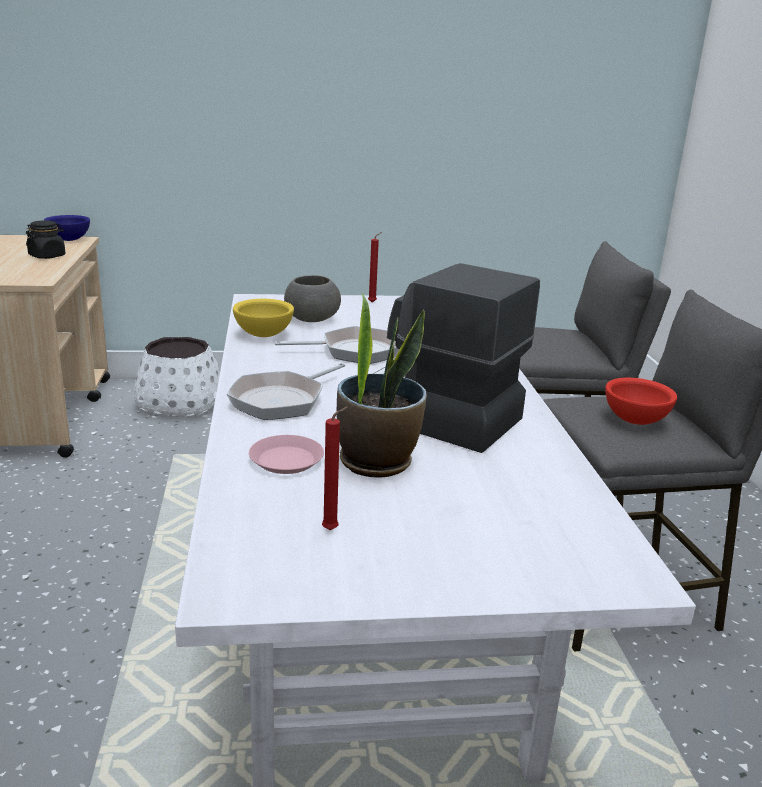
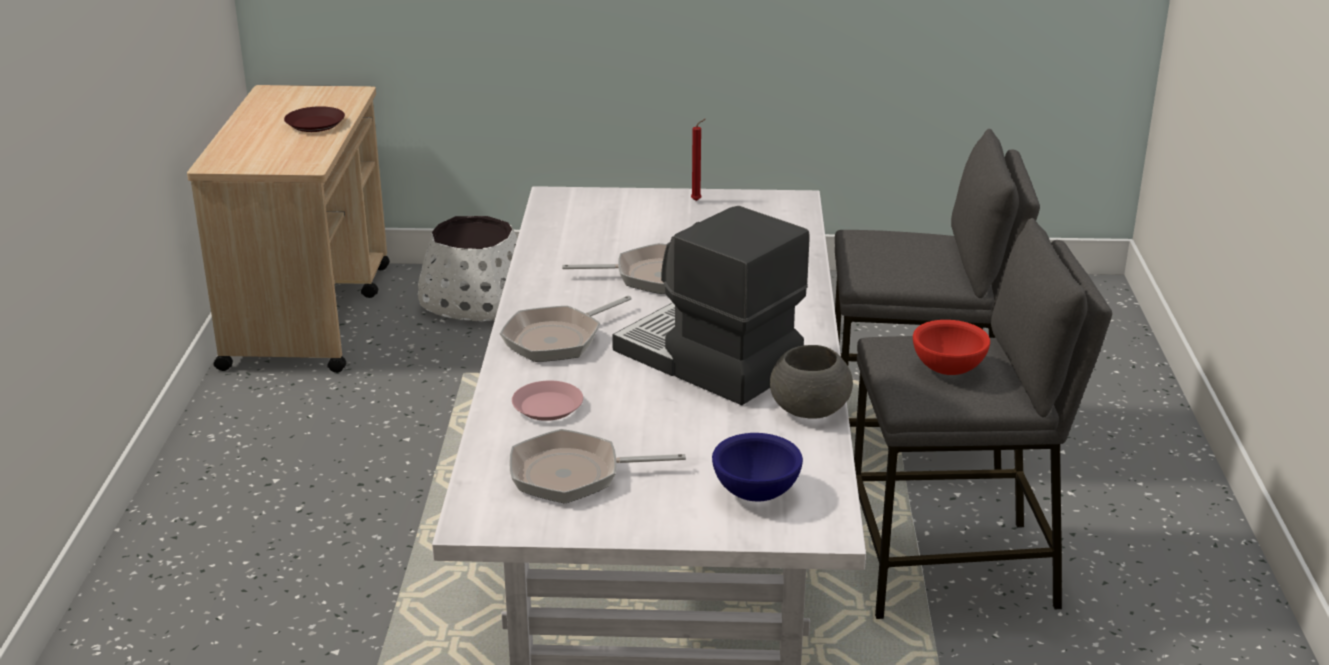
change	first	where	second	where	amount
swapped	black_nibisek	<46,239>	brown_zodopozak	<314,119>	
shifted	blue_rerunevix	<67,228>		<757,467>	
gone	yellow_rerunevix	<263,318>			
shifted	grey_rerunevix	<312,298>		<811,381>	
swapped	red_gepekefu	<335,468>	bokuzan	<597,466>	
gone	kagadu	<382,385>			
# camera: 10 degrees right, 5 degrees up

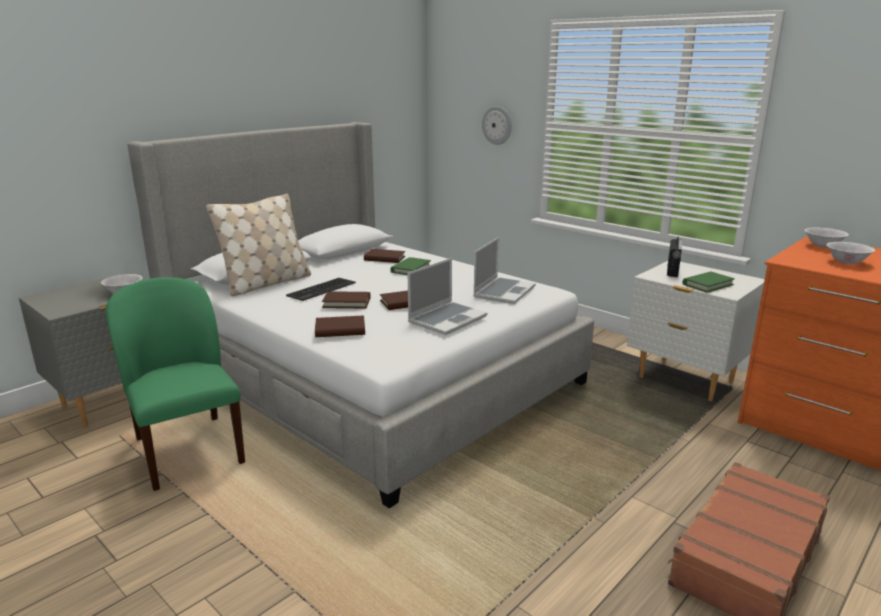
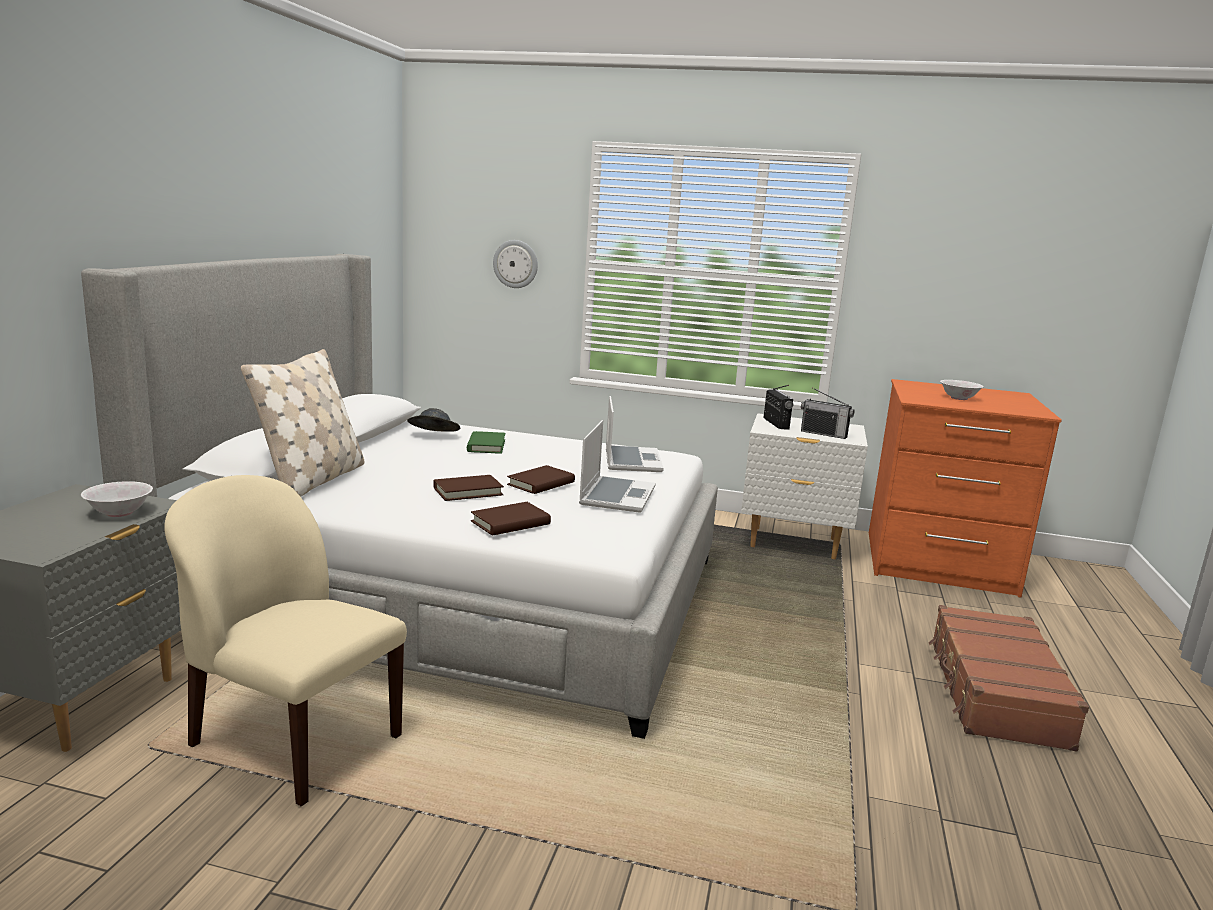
change	first	where	second	where	amount
repainted	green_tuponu	<175,384>	beige_tuponu	<285,640>	
gone	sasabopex	<321,289>			
swapped	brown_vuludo	<384,256>	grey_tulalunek	<434,420>	
swapped	green_vuludo	<709,282>	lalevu	<828,413>	
gone	white_rerunevix	<827,237>			
# camera: 30 degrees left, 5 degrees down

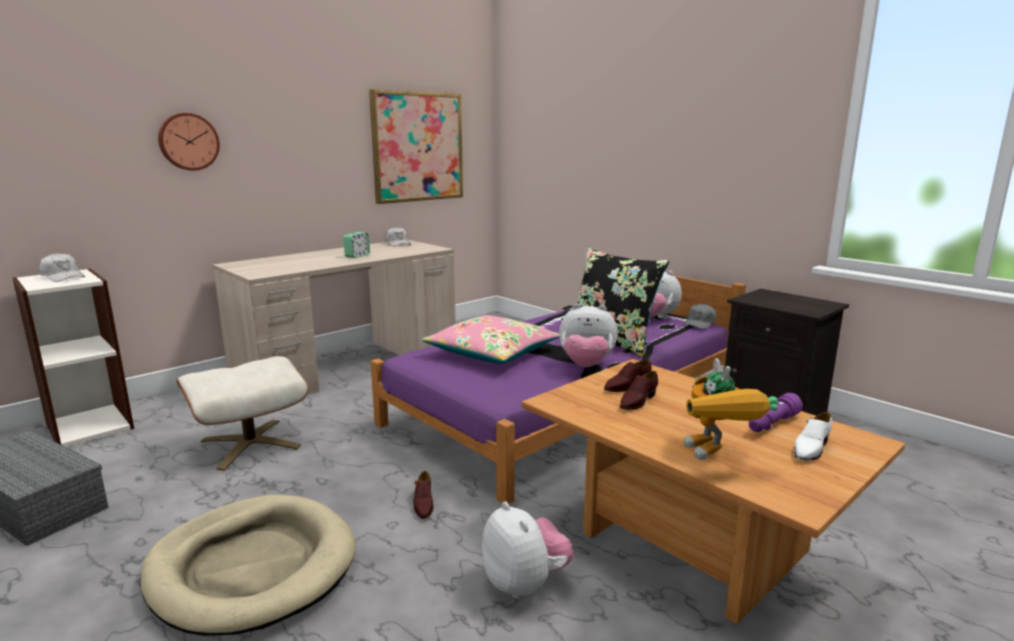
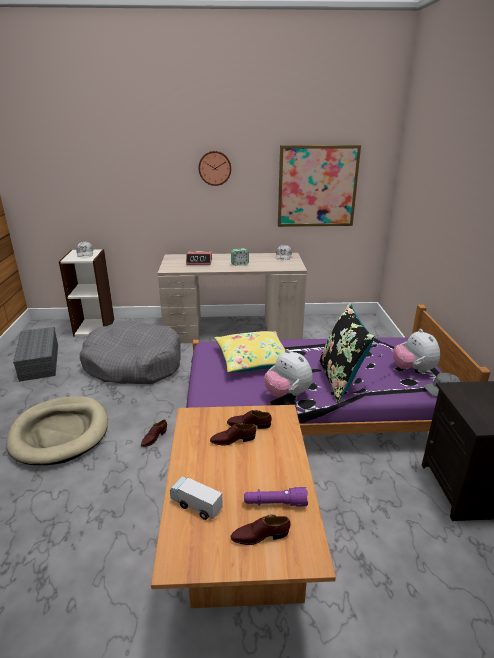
change	first	where	second	where	amount
shifted	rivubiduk	<189,142>		<214,168>	
swapped	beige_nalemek	<242,413>	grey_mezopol	<130,352>	
repainted	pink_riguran	<491,339>	yellow_riguran	<249,352>	
gone	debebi	<527,550>			
swapped	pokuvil	<731,409>	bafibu	<196,498>	
repainted	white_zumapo	<813,436>	brown_zumapo	<260,529>	
new			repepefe	<199,258>	
# camera: 40 degrees right, 10 degrees up

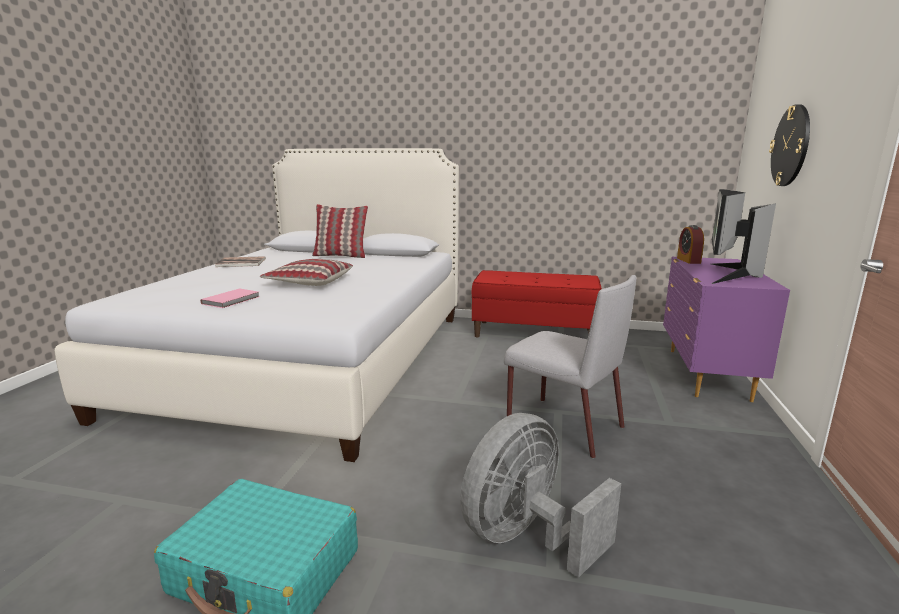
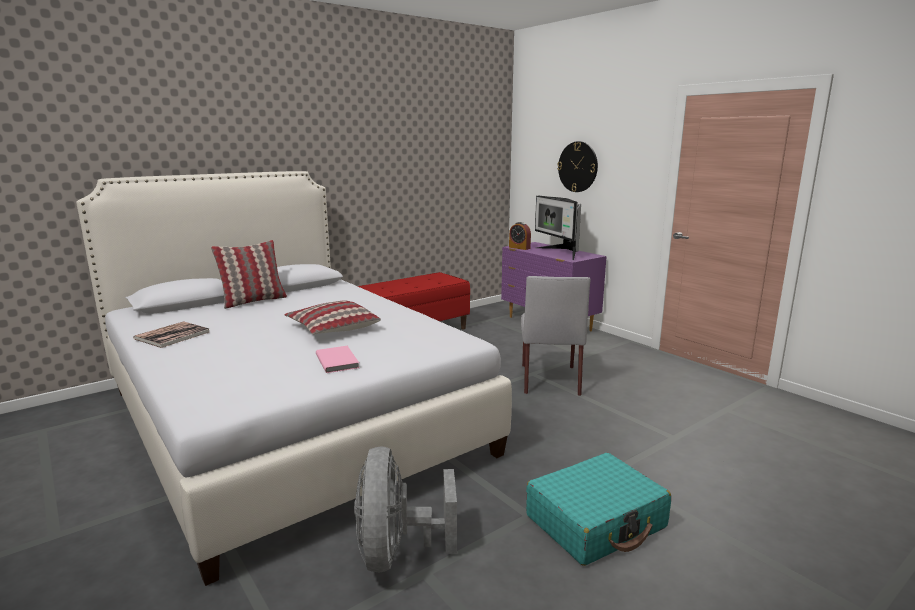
change	first	where	second	where	amount
shifted	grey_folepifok	<540,495>		<405,509>	
rotated	grey_tuponu	<570,366>		<555,336>	105 degrees clockwise
# camera: 50 degrees left, 0 degrees up

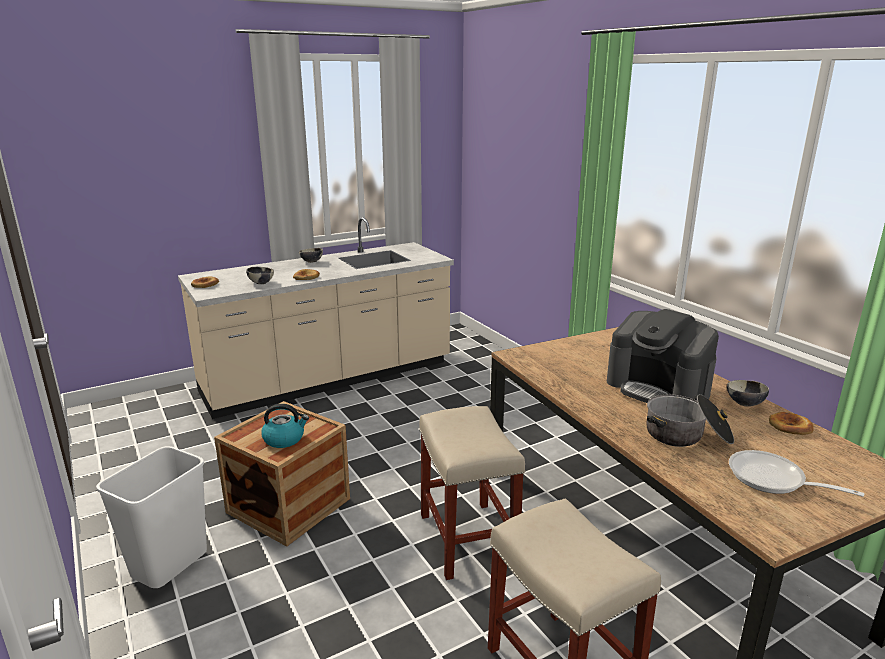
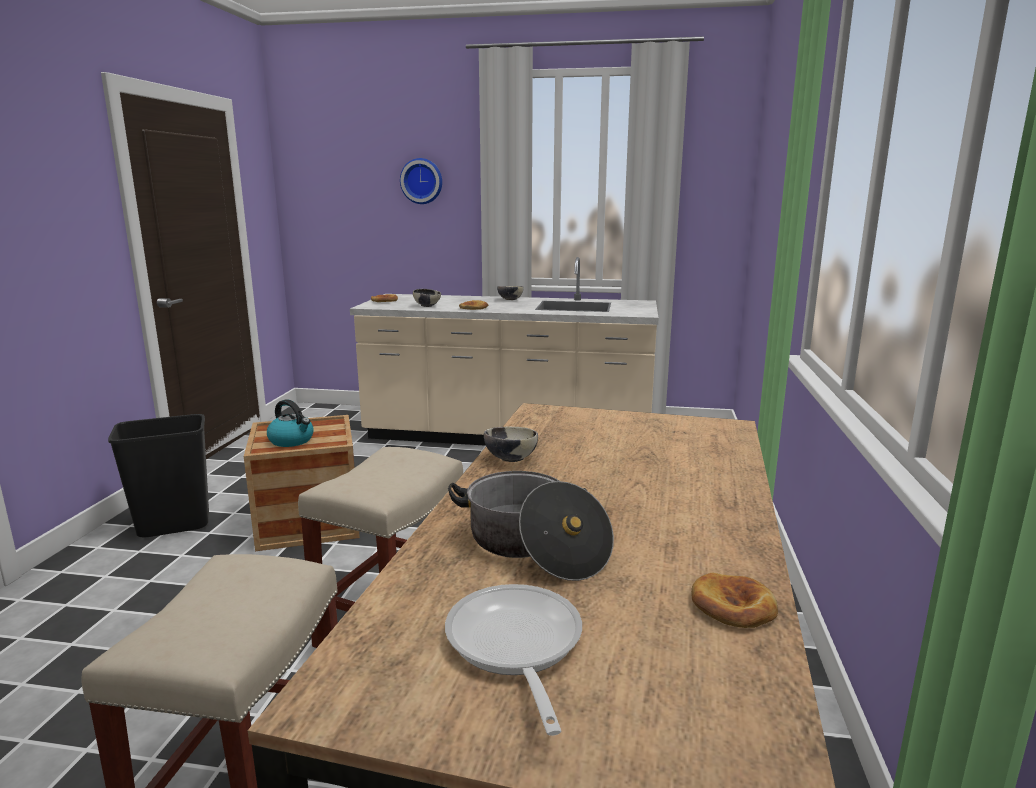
change	first	where	second	where	amount
repainted	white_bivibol	<151,517>	black_bivibol	<158,475>	
gone	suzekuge	<663,356>			
shifted	rerunevix	<748,393>		<511,444>	
new			rivubiduk	<421,181>	
# camera: 40 degrees right, 5 degrees down

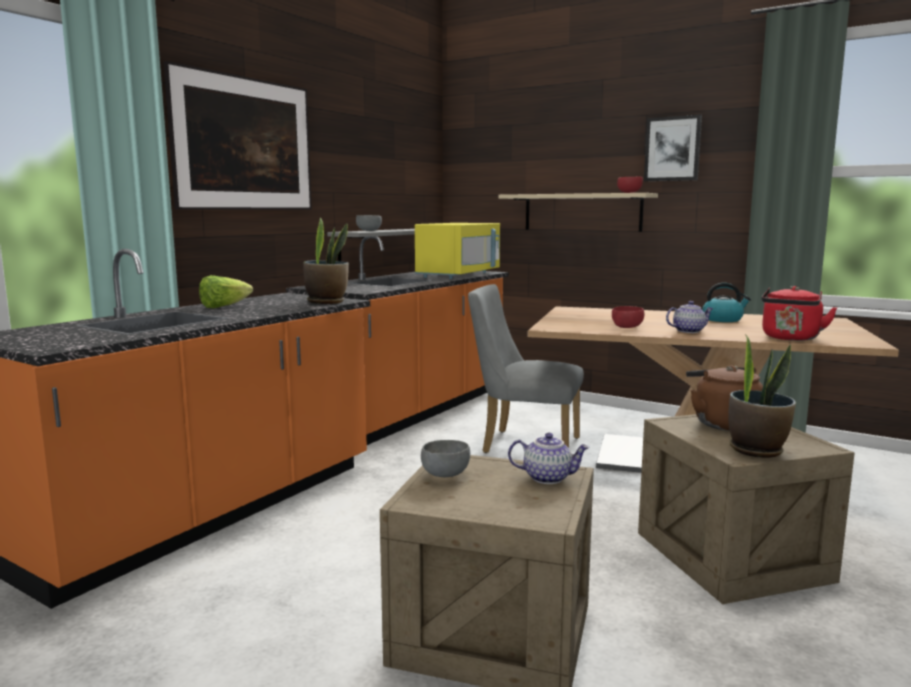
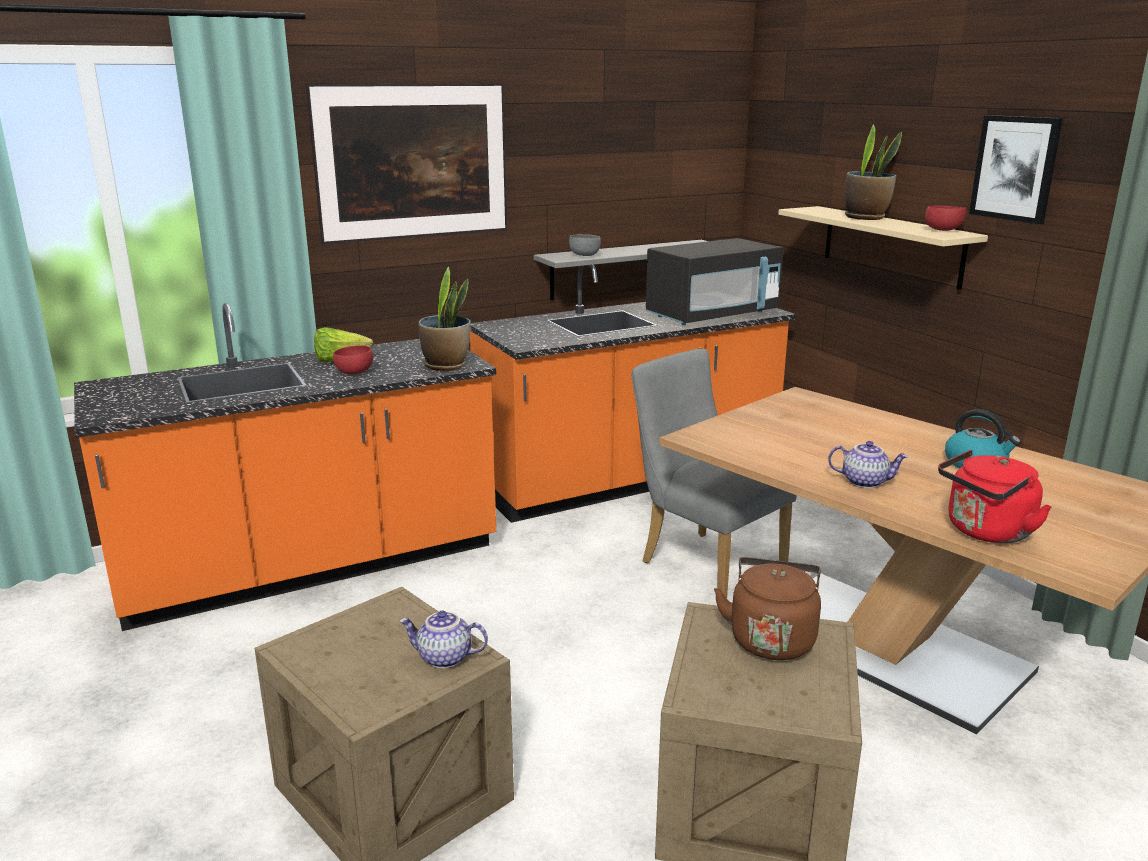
change	first	where	second	where	amount
repainted	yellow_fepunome	<457,251>	black_fepunome	<715,281>	
gone	grey_rerunevix	<445,458>			
rotated	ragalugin	<549,458>		<443,639>	150 degrees clockwise
shifted	red_rerunevix	<628,317>		<353,360>	
shifted	kagadu	<762,396>		<873,172>	
# camera: 30 degrees right, 10 degrees up

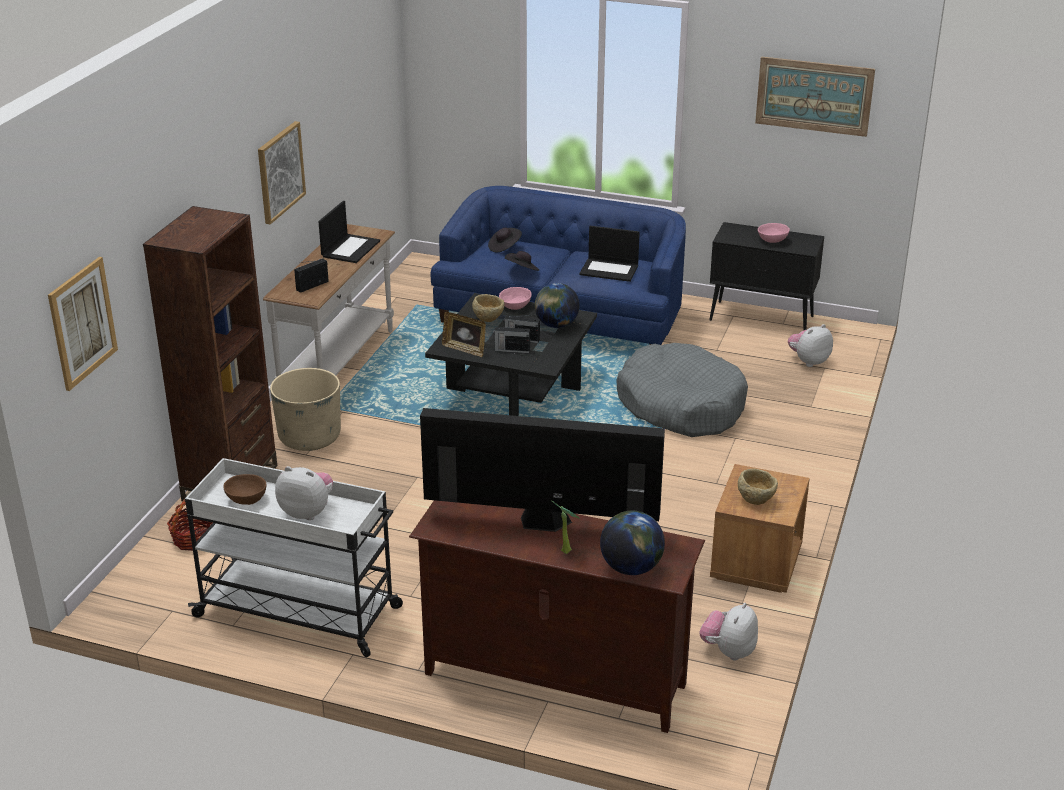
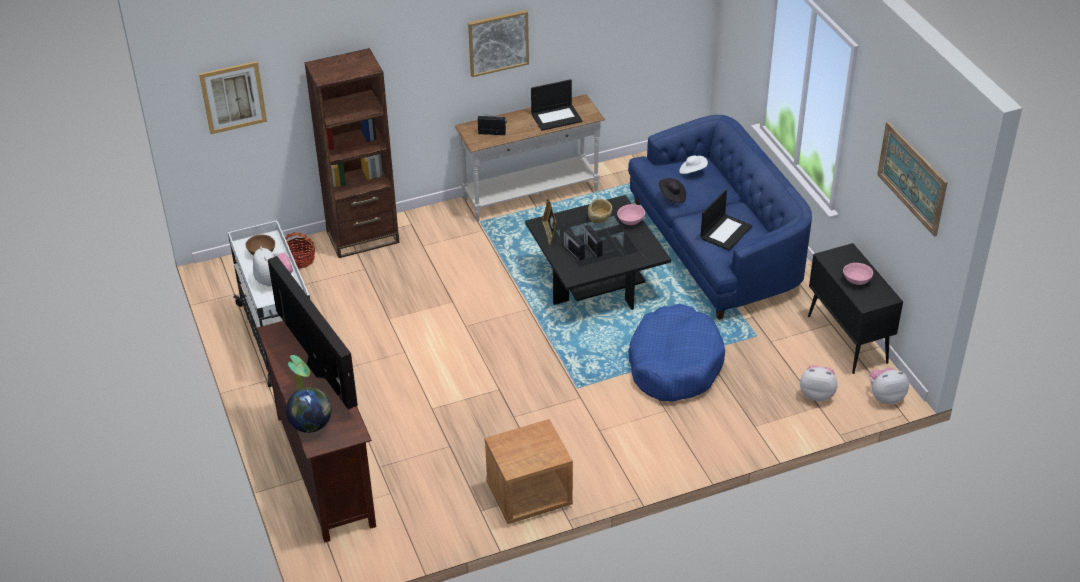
change	first	where	second	where	amount
gone	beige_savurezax	<305,409>			
repainted	black_tulalunek	<505,240>	white_tulalunek	<693,164>	
gone	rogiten	<557,305>			
rotated	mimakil	<609,254>		<726,220>	120 degrees counterclockwise
repainted	grey_mezopol	<682,390>	blue_mezopol	<676,353>	
shifted	debebi	<729,632>		<889,385>	
gone	beige_rerunevix	<758,486>			
# camera: 50 degrees right, 10 degrees up

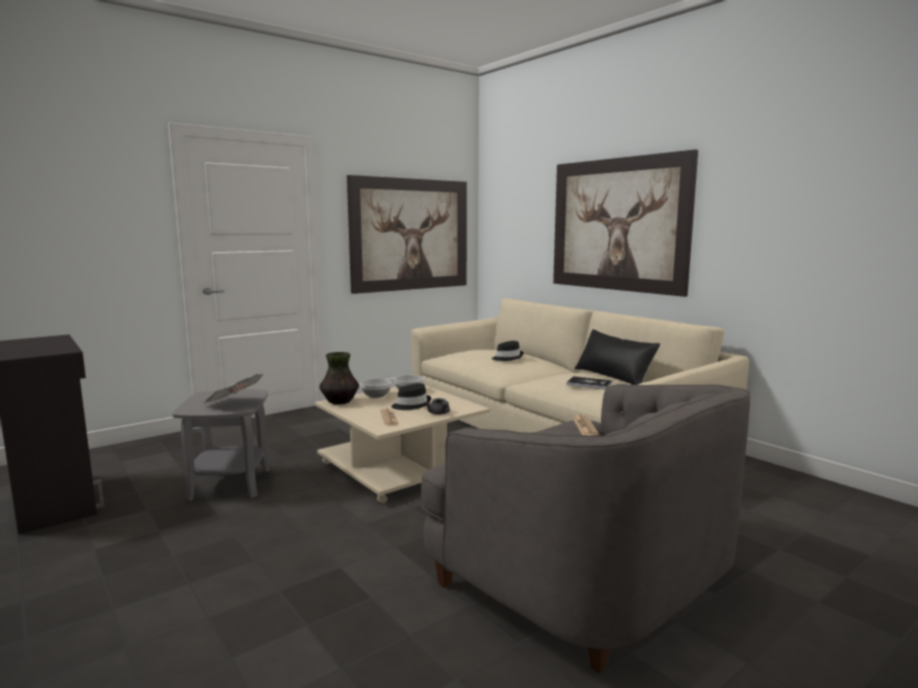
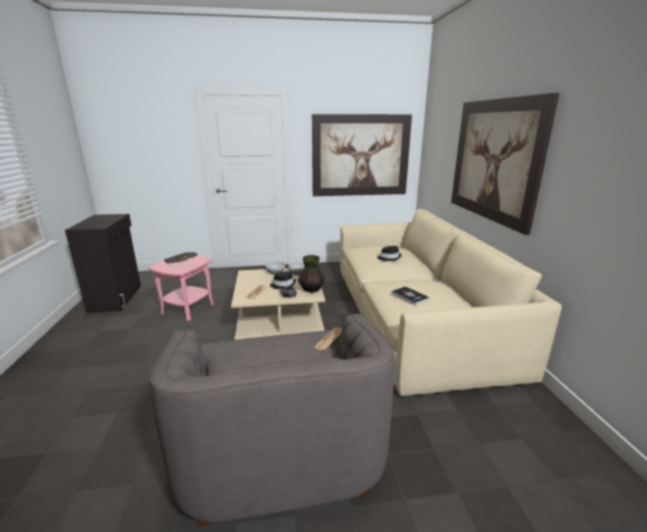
change	first	where	second	where	amount
repainted	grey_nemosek	<220,445>	pink_nemosek	<181,288>	
shifted	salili	<339,378>		<311,273>	
gone	black_riguran	<617,357>			
# camera: 30 degrees right, 10 degrees up

